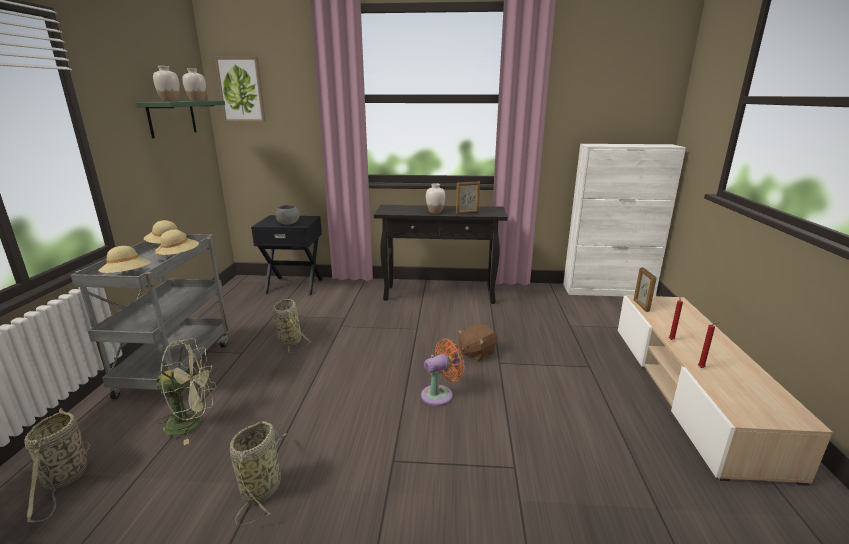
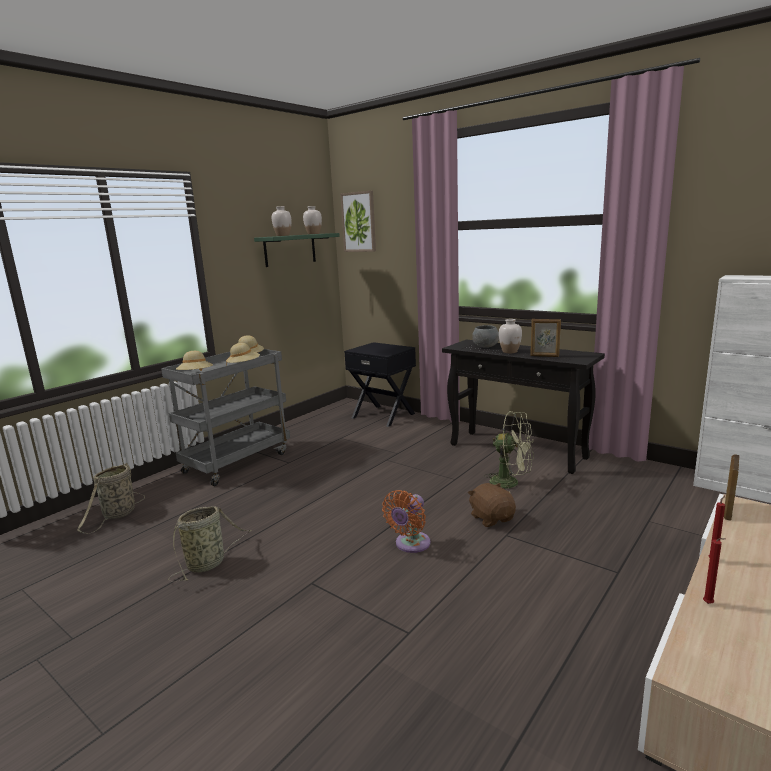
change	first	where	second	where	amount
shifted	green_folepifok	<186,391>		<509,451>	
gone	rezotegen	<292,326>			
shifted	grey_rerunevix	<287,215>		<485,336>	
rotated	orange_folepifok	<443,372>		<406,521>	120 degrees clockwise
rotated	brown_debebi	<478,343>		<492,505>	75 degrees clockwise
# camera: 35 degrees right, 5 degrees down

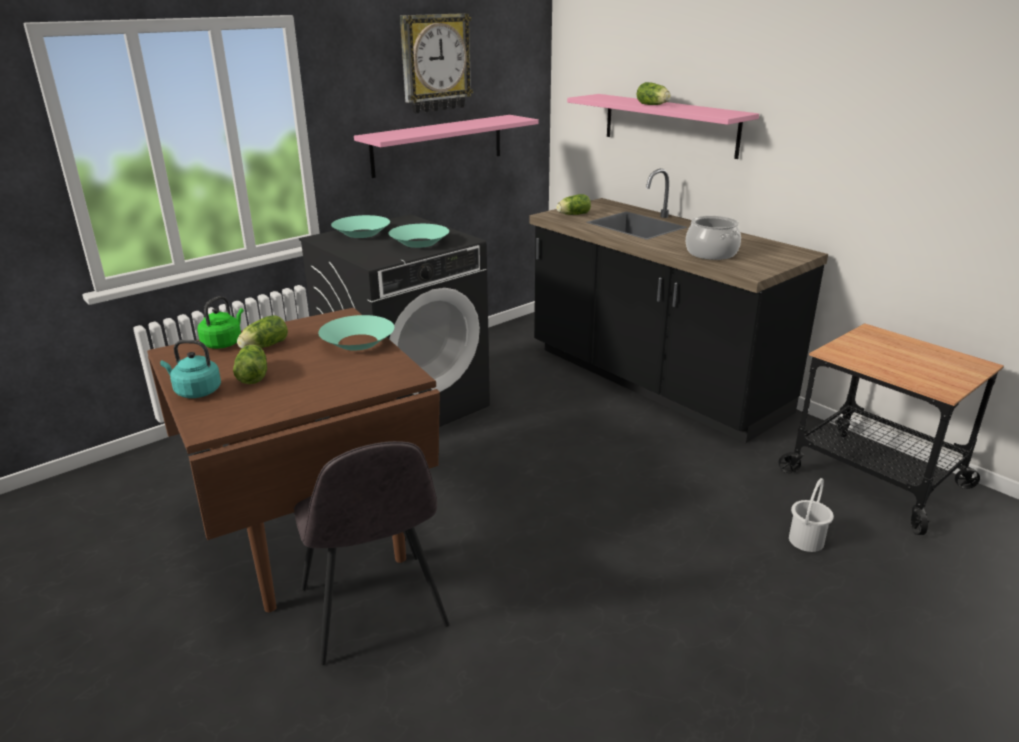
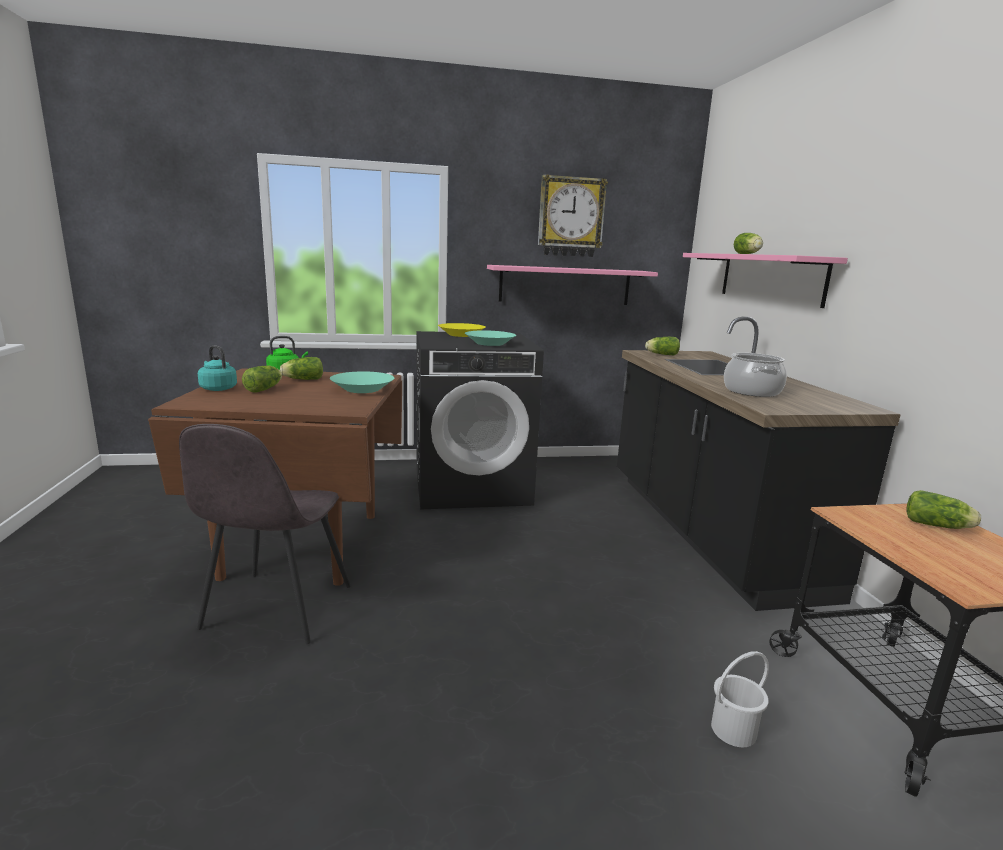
change	first	where	second	where	amount
repainted	turquoise_rerunevix	<360,226>	yellow_rerunevix	<461,330>	
new			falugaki	<943,509>	
# camera: 30 degrees right, 10 degrees down

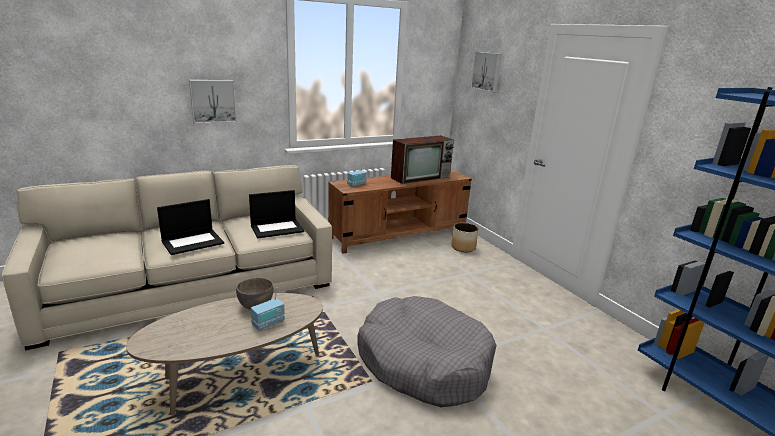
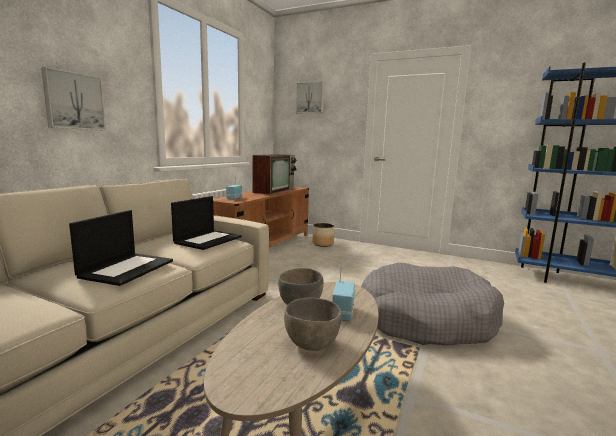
change	first	where	second	where	amount
new			grey_rerunevix	<313,324>	
# camera: 35 degrees left, 10 degrees down

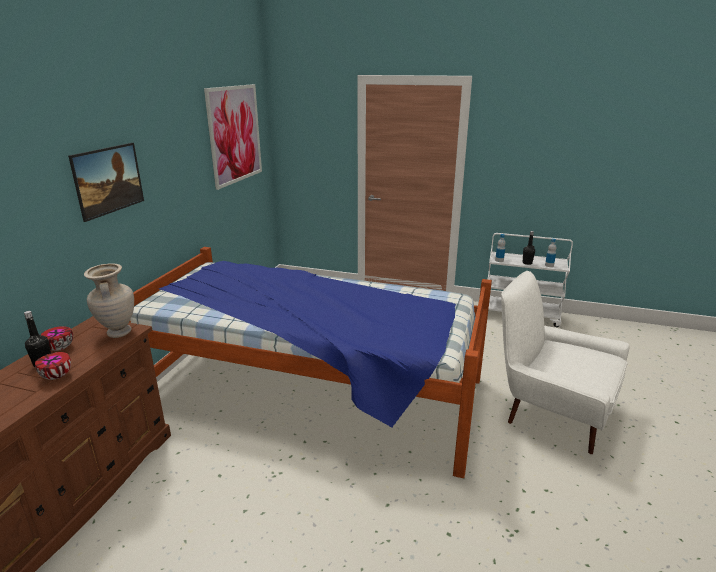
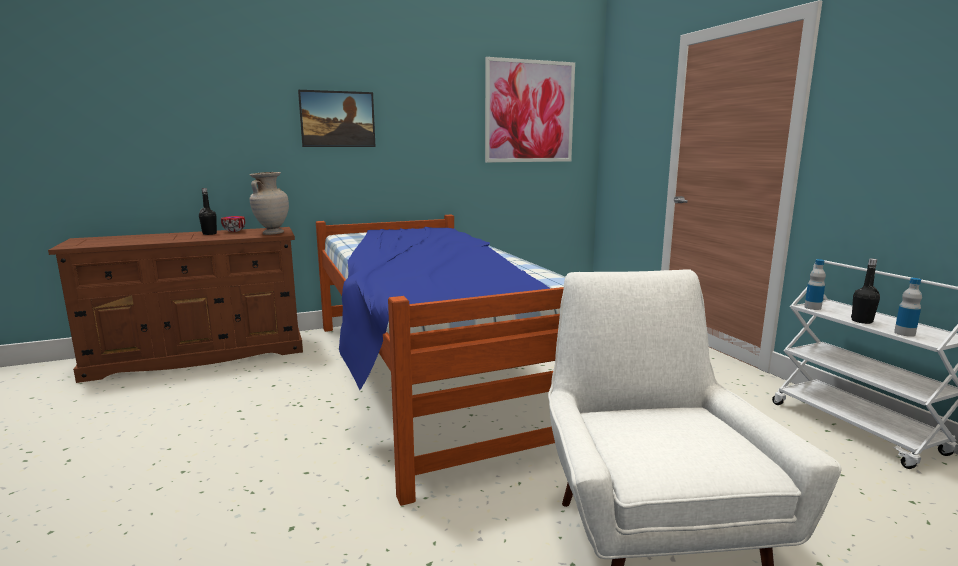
change	first	where	second	where	amount
gone	rerunevix	<53,366>			
# camera: 50 degrees right, 10 degrees down

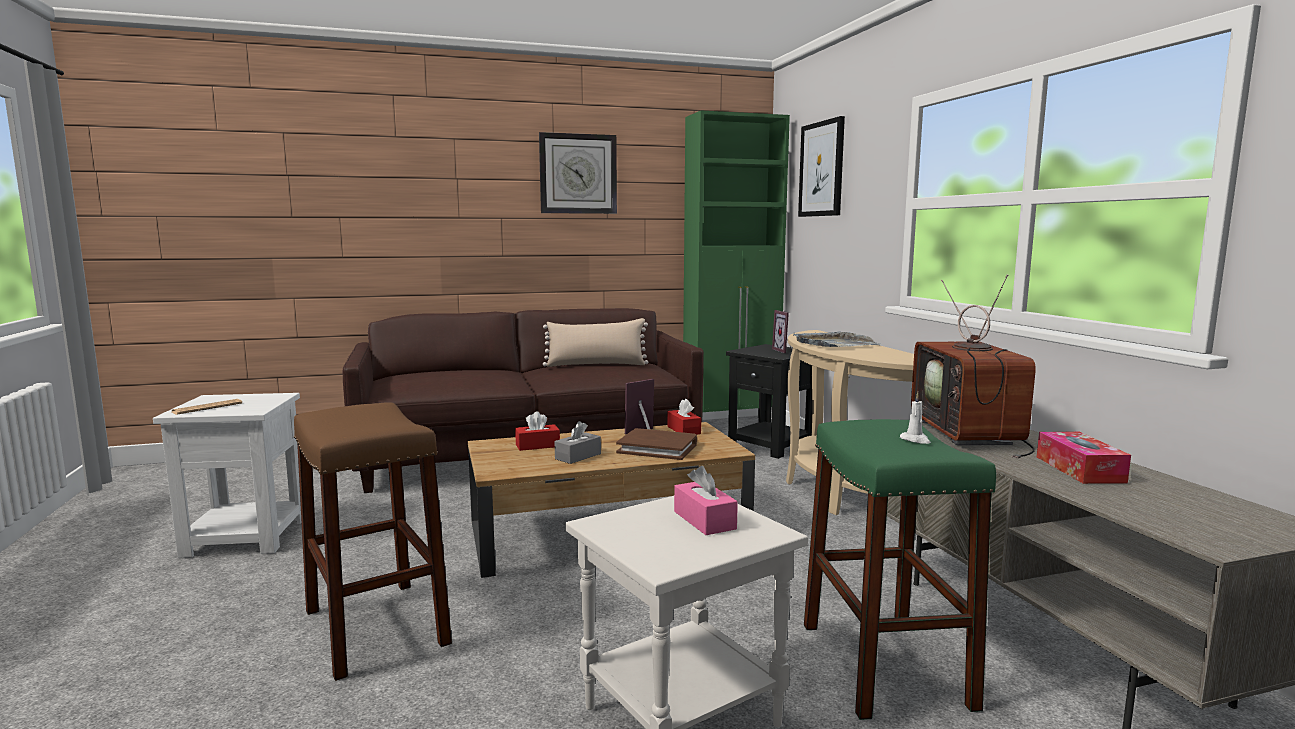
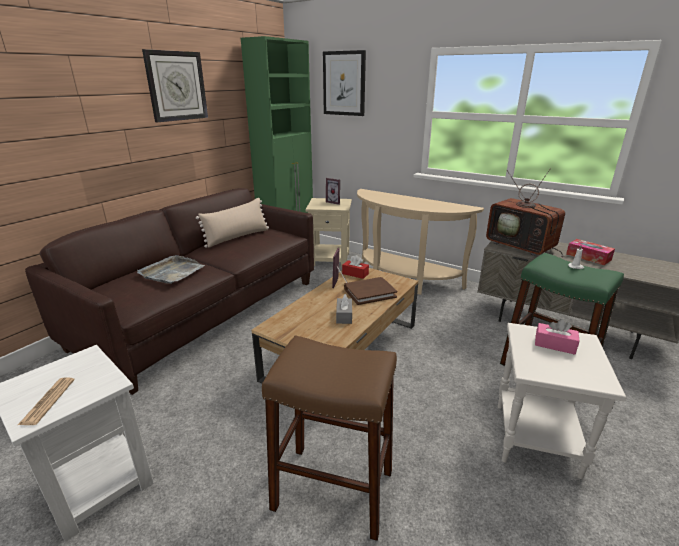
change	first	where	second	where	amount
gone	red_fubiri	<537,431>			
repainted	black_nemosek	<769,401>	beige_nemosek	<329,232>	
shifted	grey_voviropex	<837,339>		<171,269>	
# camera: 40 degrees left, 15 degrees up

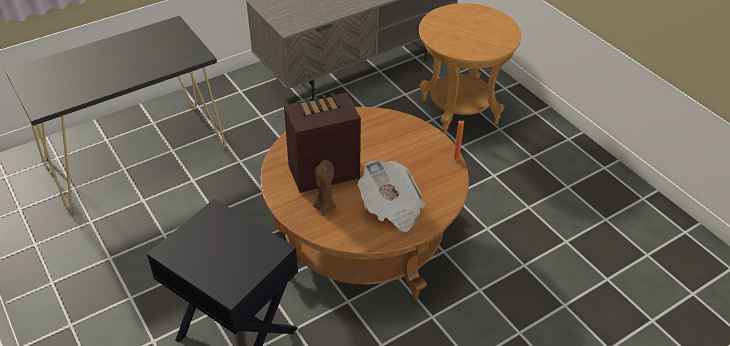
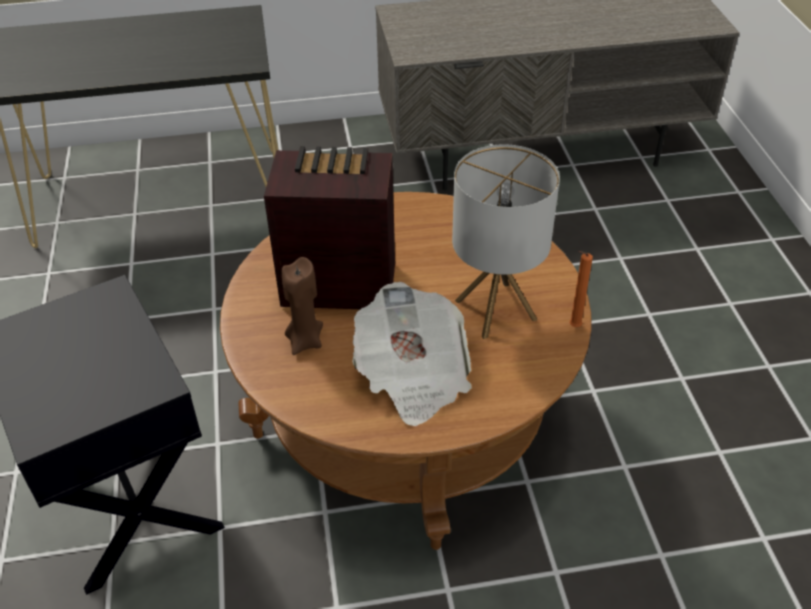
change	first	where	second	where	amount
gone	brown_nemosek	<470,69>			
new			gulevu	<506,241>	
# camera: 25 degrees right, 0 degrees up

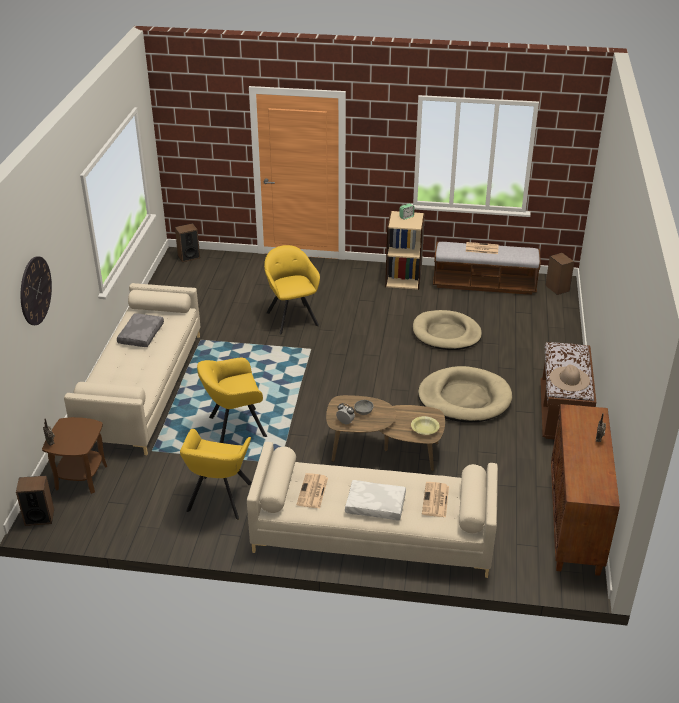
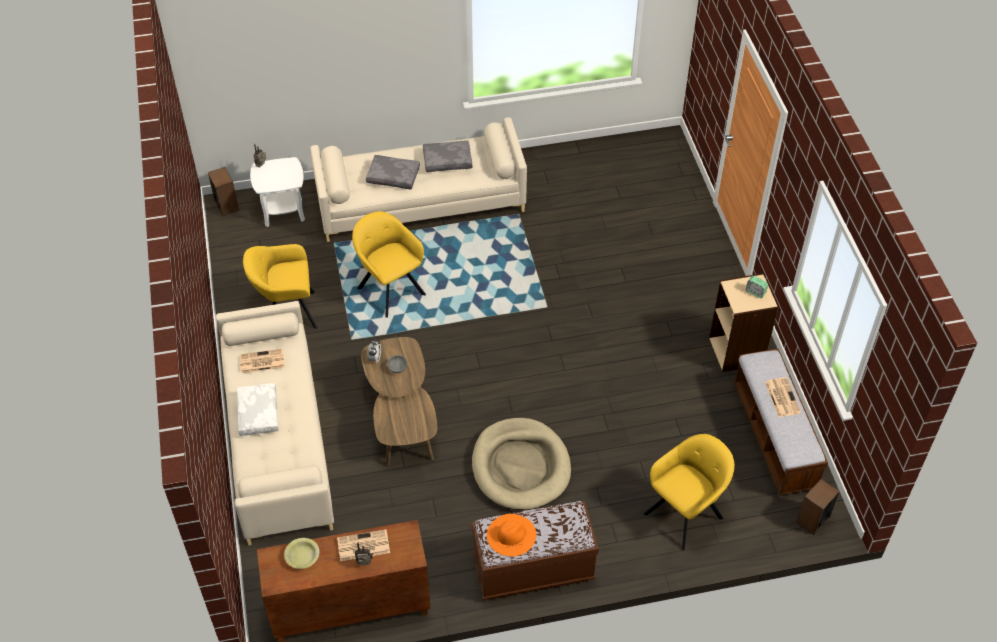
change	first	where	second	where	amount
gone	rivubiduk	<36,290>			
repainted	brown_nemosek	<74,455>	white_nemosek	<277,192>	
gone	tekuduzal	<187,242>			
shifted	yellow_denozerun	<292,289>		<688,492>	
shifted	yellow_rerunevix	<425,425>		<301,553>	
gone	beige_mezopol	<447,330>			
shifted	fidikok	<435,499>		<363,545>	
repainted	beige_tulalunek	<569,378>	orange_tulalunek	<511,535>	
new			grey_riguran	<393,172>	
# camera: 70 degrees right, 15 degrees up

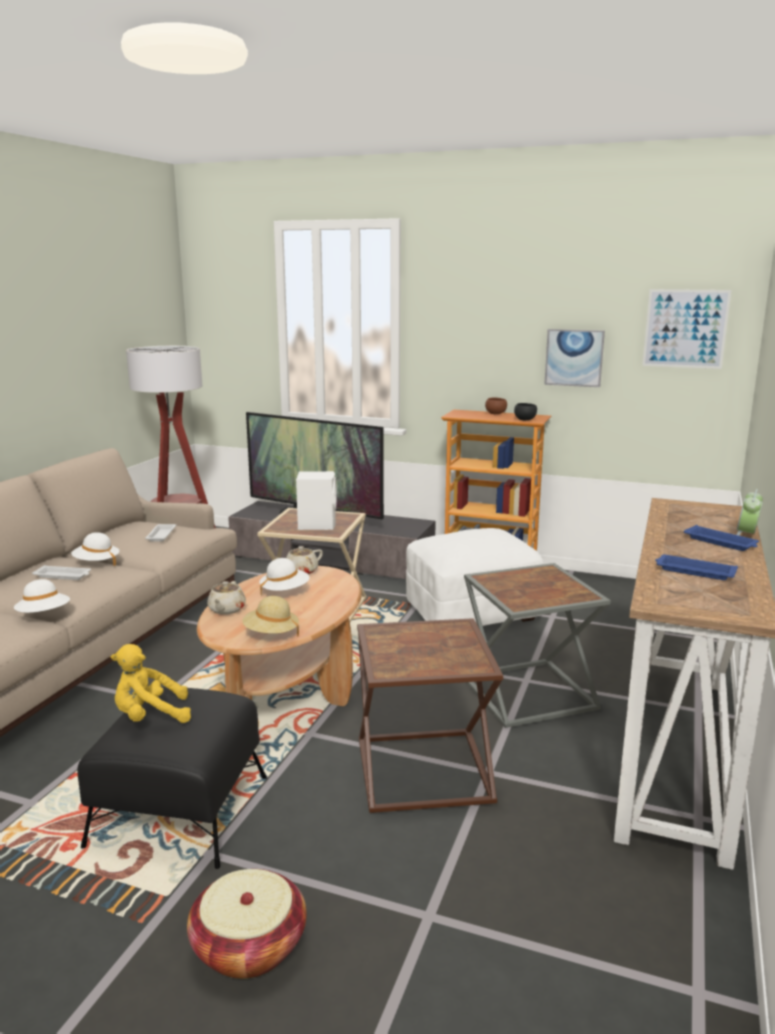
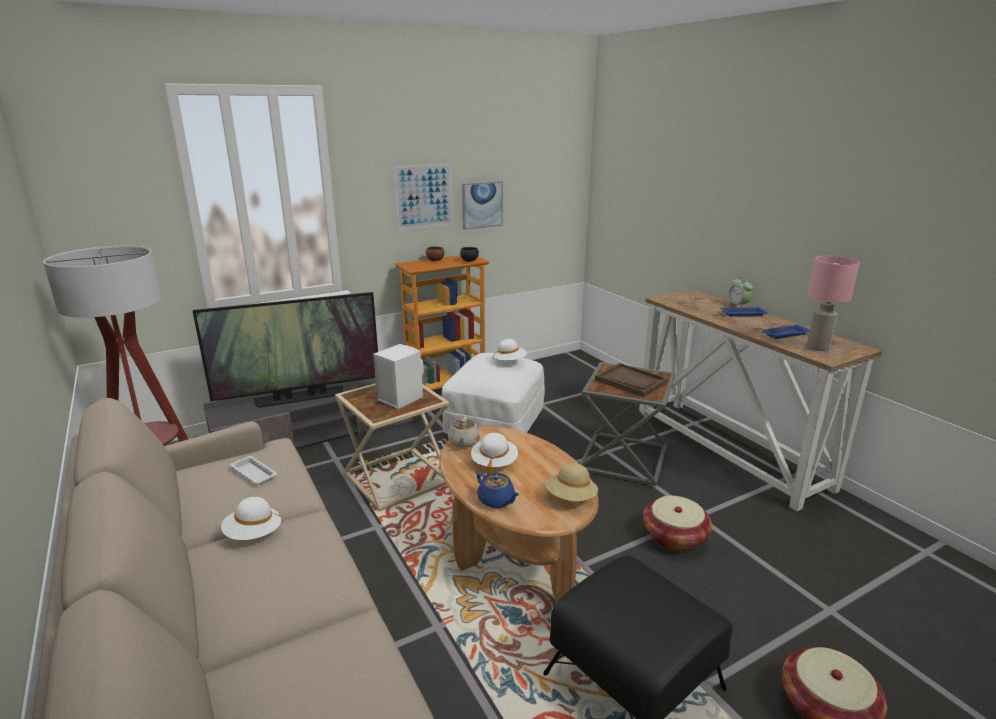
change	first	where	second	where	amount
shifted	white_tulalunek	<42,596>		<510,350>	
gone	white_voviropex	<61,572>			
gone	yellow_debebi	<151,683>			
repainted	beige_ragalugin	<226,598>	blue_ragalugin	<498,490>	
swapped	brown_nemosek	<430,715>	rezotegen	<677,523>	
shifted	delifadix	<686,329>		<423,196>	
new			brown_voviropex	<631,380>	
new			pink_gulevu	<833,303>	
# camera: 50 degrees left, 5 degrees up

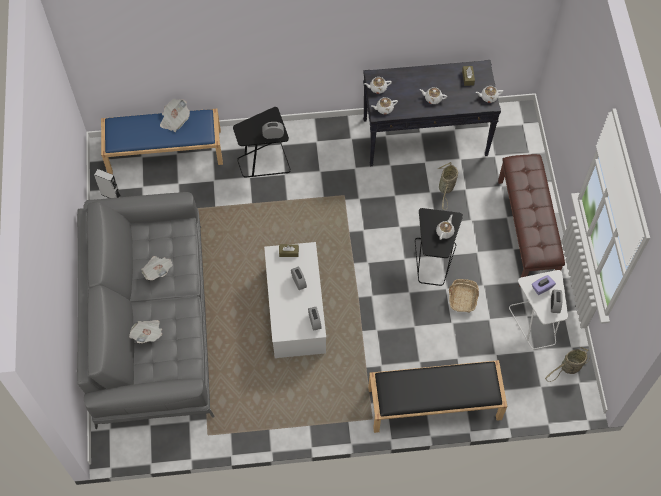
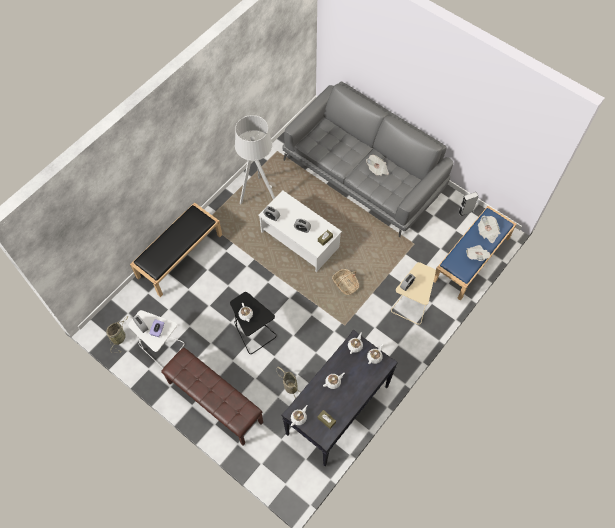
change	first	where	second	where	amount
shifted	fidikok	<145,331>		<489,229>	
repainted	black_nemosek	<262,142>	beige_nemosek	<413,293>	
shifted	rezotegen	<464,296>		<345,282>	
new			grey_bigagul	<255,159>	
# camera: 135 degrees right, 0 degrees up

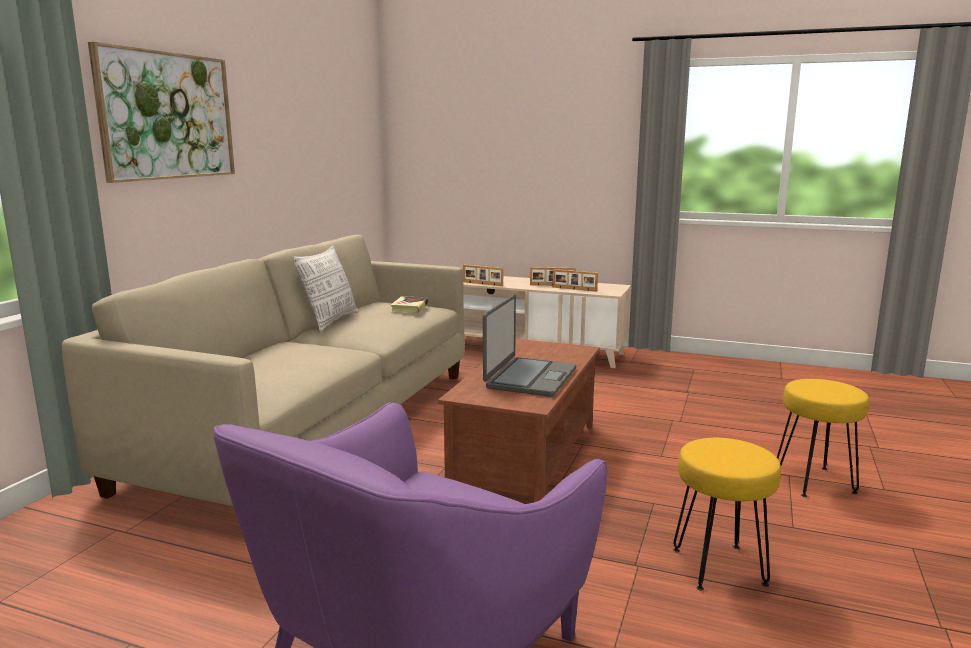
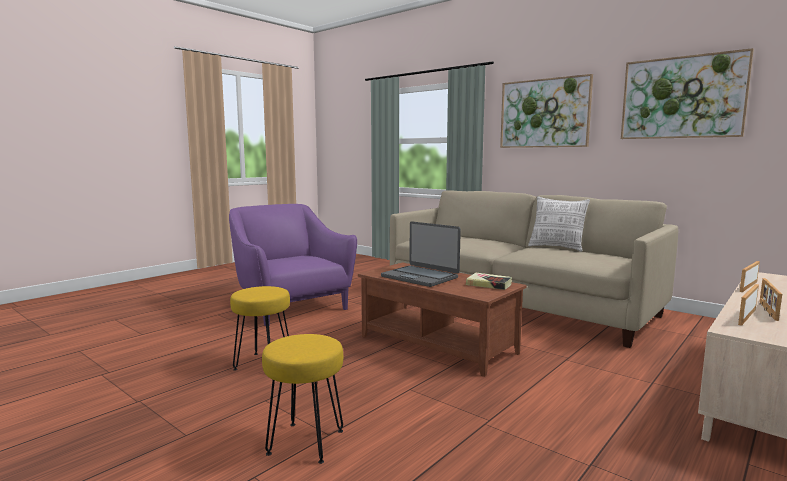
change	first	where	second	where	amount
shifted	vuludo	<409,304>		<489,281>	
new			delifadix	<687,93>	
# camera: 110 degrees right, 5 degrees down

